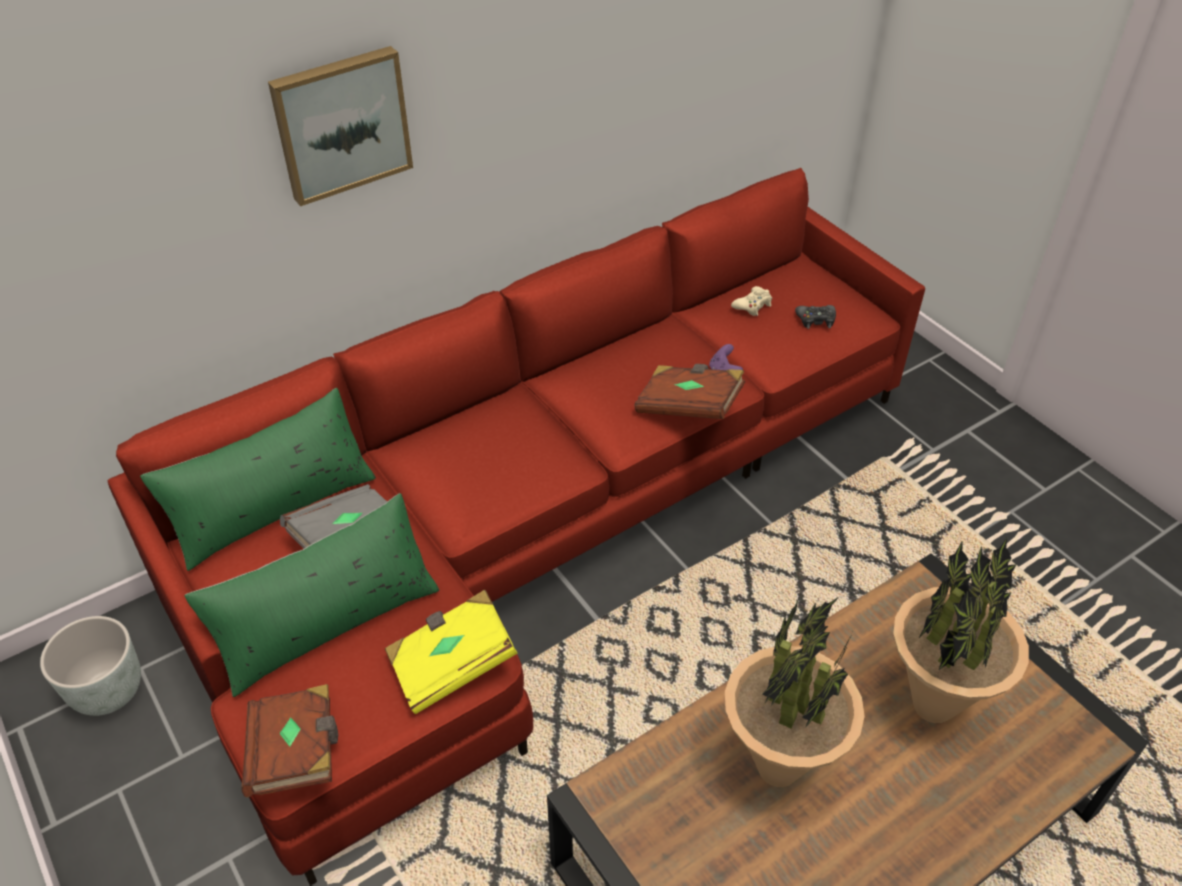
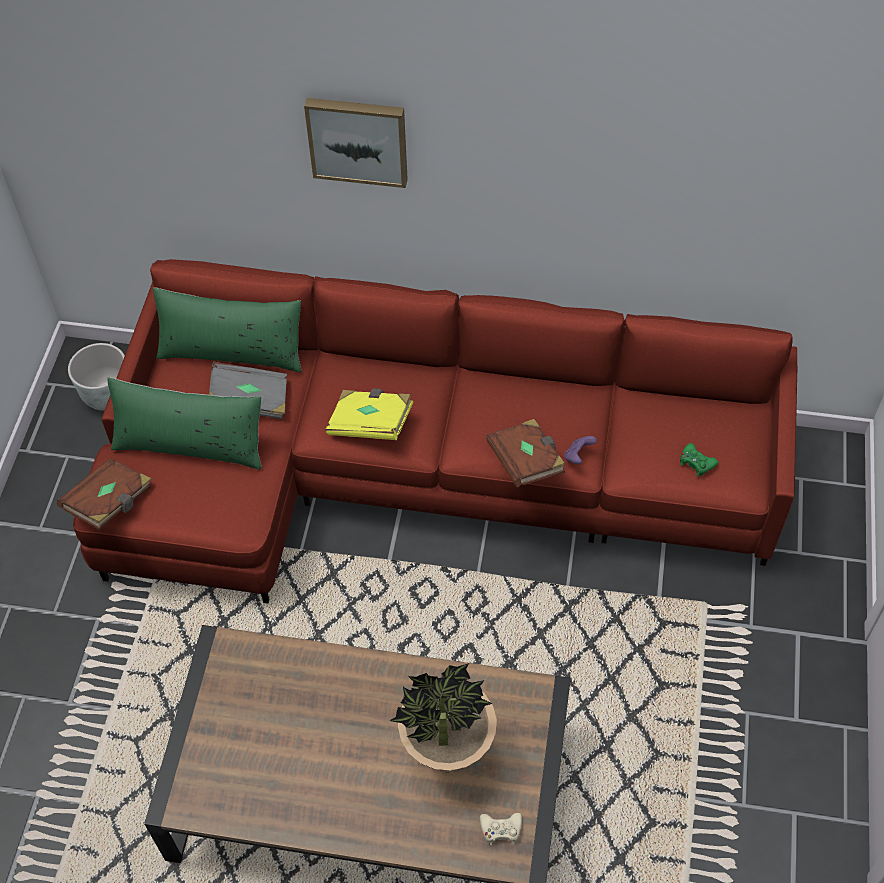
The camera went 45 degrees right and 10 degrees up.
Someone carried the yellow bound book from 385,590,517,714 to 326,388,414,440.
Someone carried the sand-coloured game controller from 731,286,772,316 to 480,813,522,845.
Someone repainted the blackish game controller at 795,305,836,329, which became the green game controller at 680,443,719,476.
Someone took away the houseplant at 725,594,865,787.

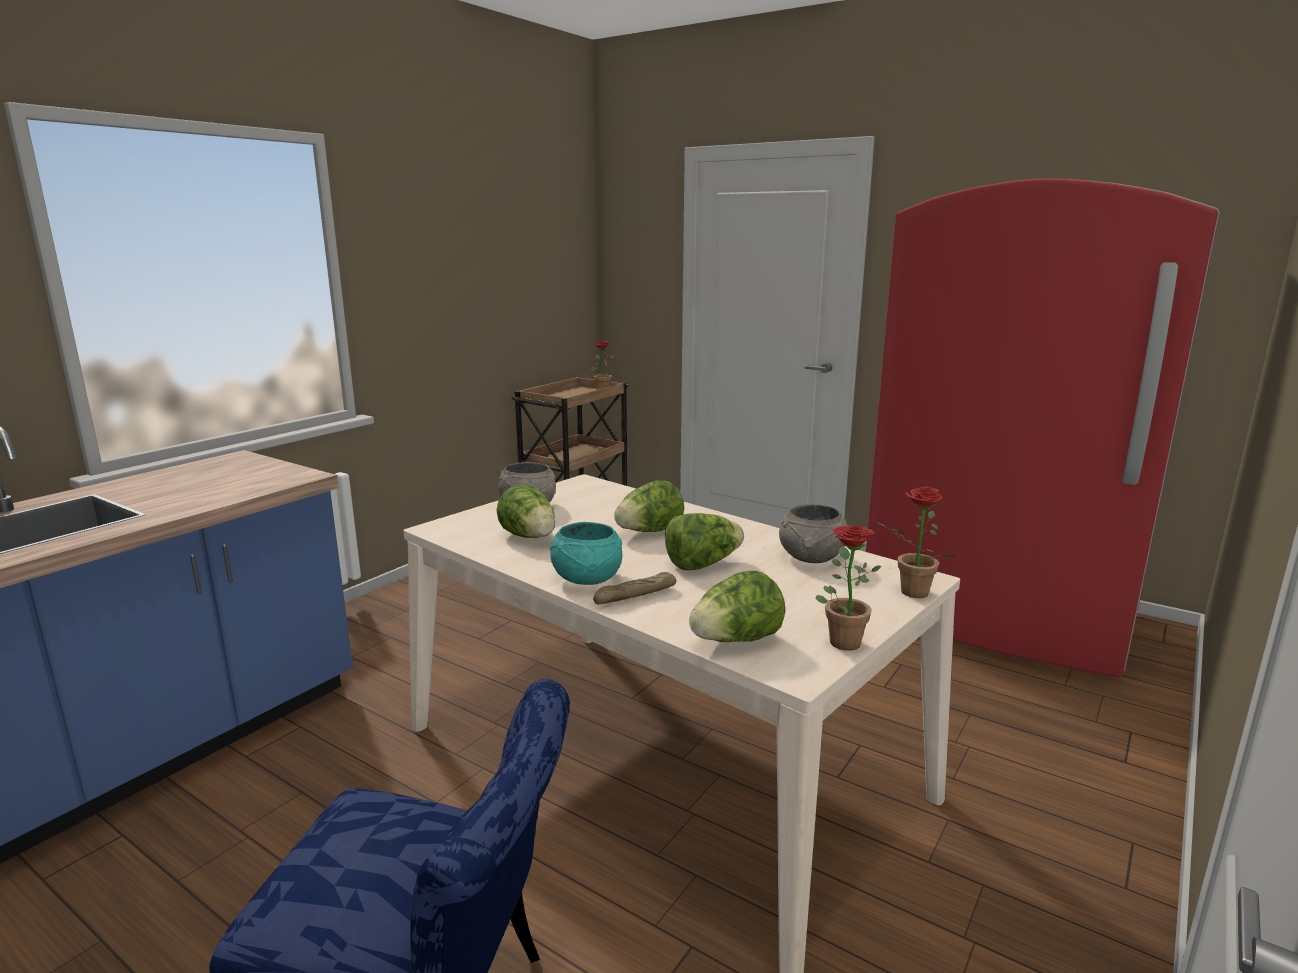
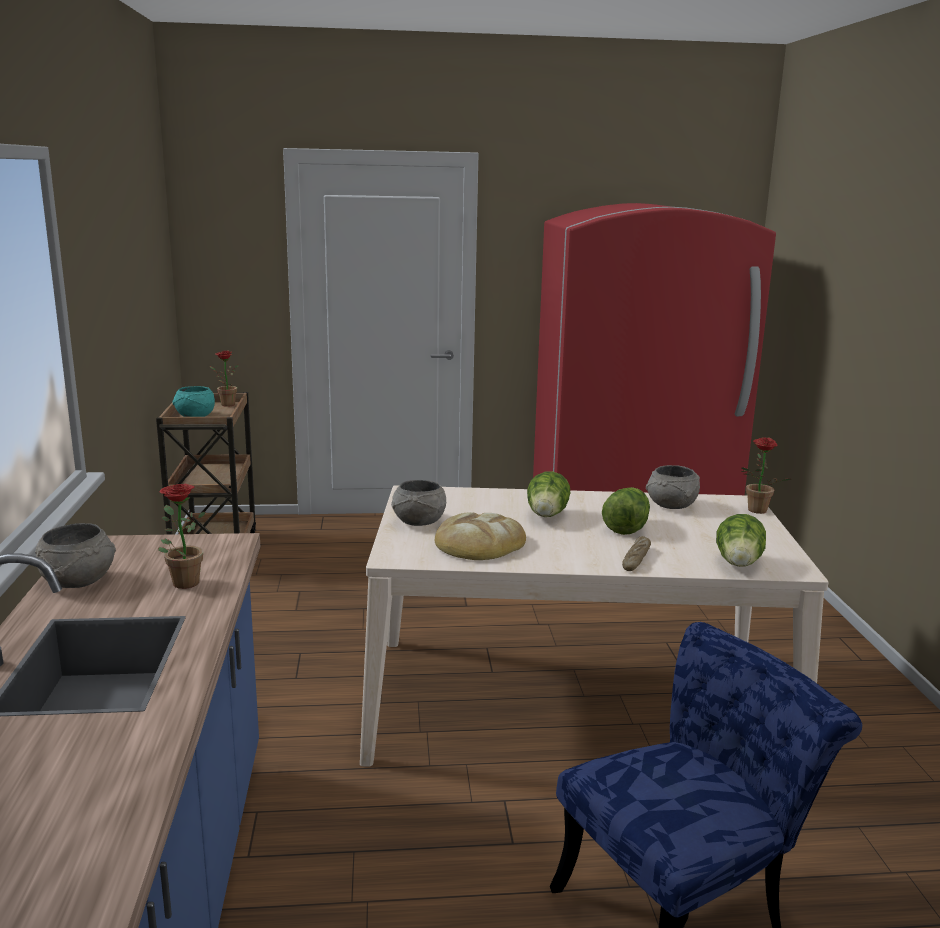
The camera went 40 degrees left and 0 degrees up.
Someone put down the grey serving bowl at 35,523,116,588.
Someone carried the houseplant from 816,526,882,651 to 158,484,206,589.
Someone carried the turquoise-coloured serving bowl from 550,522,622,585 to 173,386,215,417.
Someone swapped the lettuce at 496,484,555,538 for the bread at 435,512,526,560.

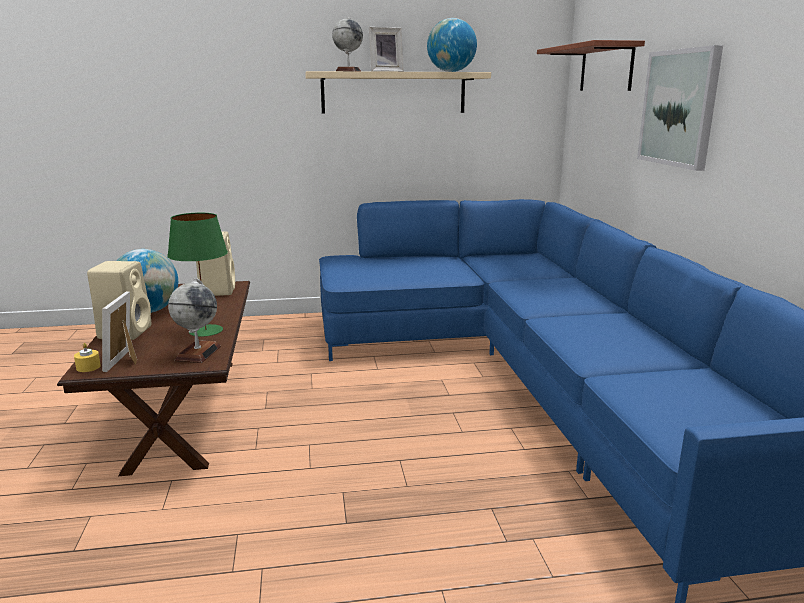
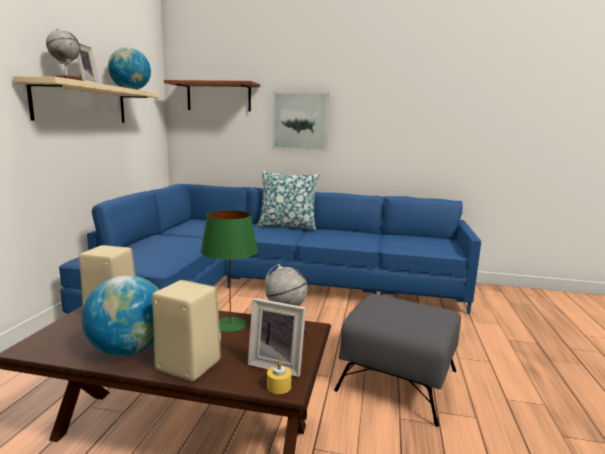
The camera went 70 degrees left and 5 degrees down.
Someone put down the throw pillow at 257,171,320,230.
Someone put down the grey footrest at 334,294,461,427.

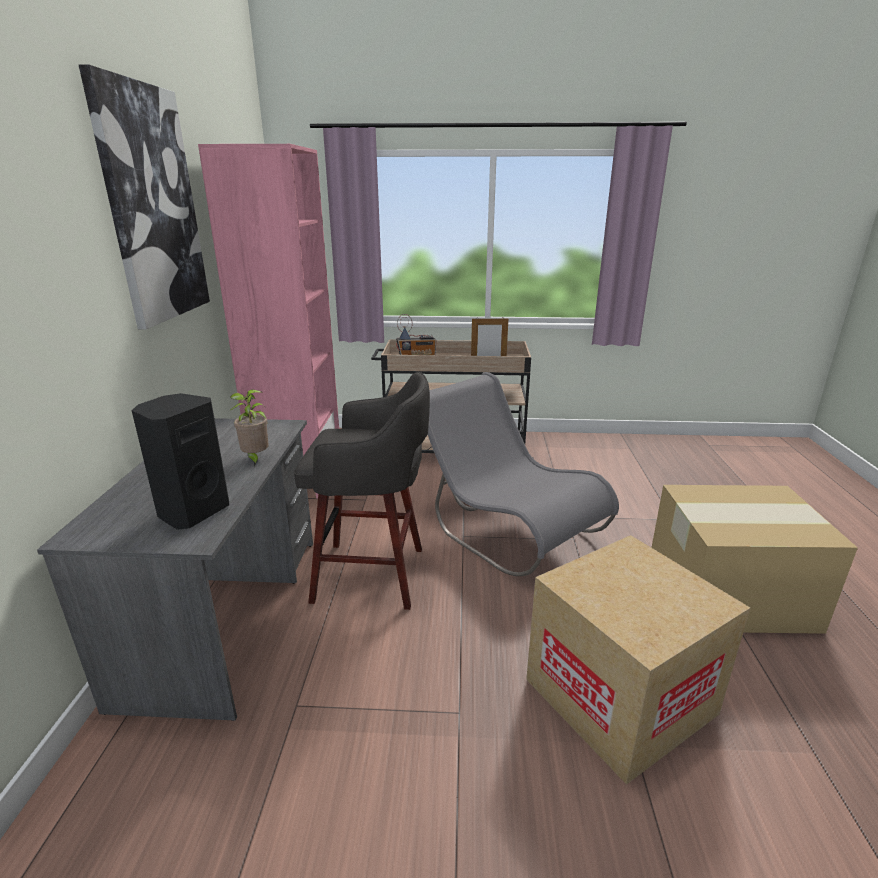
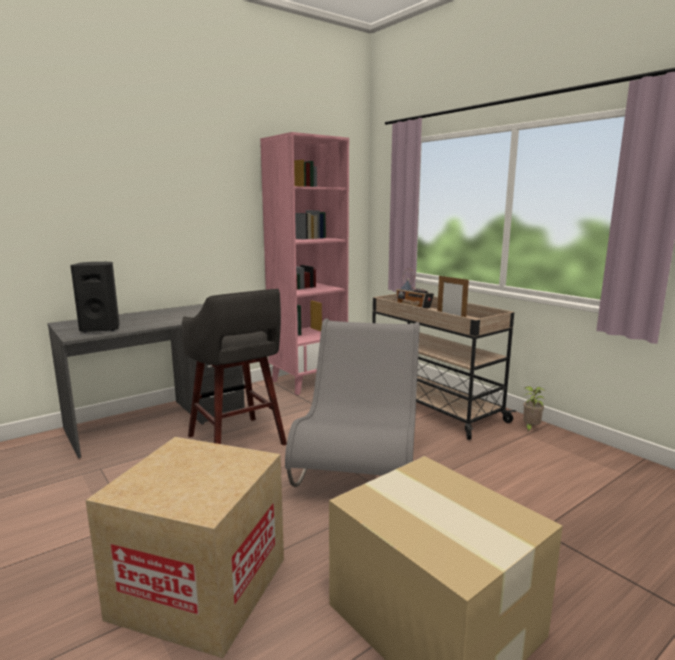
The camera went 50 degrees right and 10 degrees down.
Someone carried the houseplant from 230,389,269,466 to 523,386,546,432.
Someone took away the wall art at 79,64,210,329.

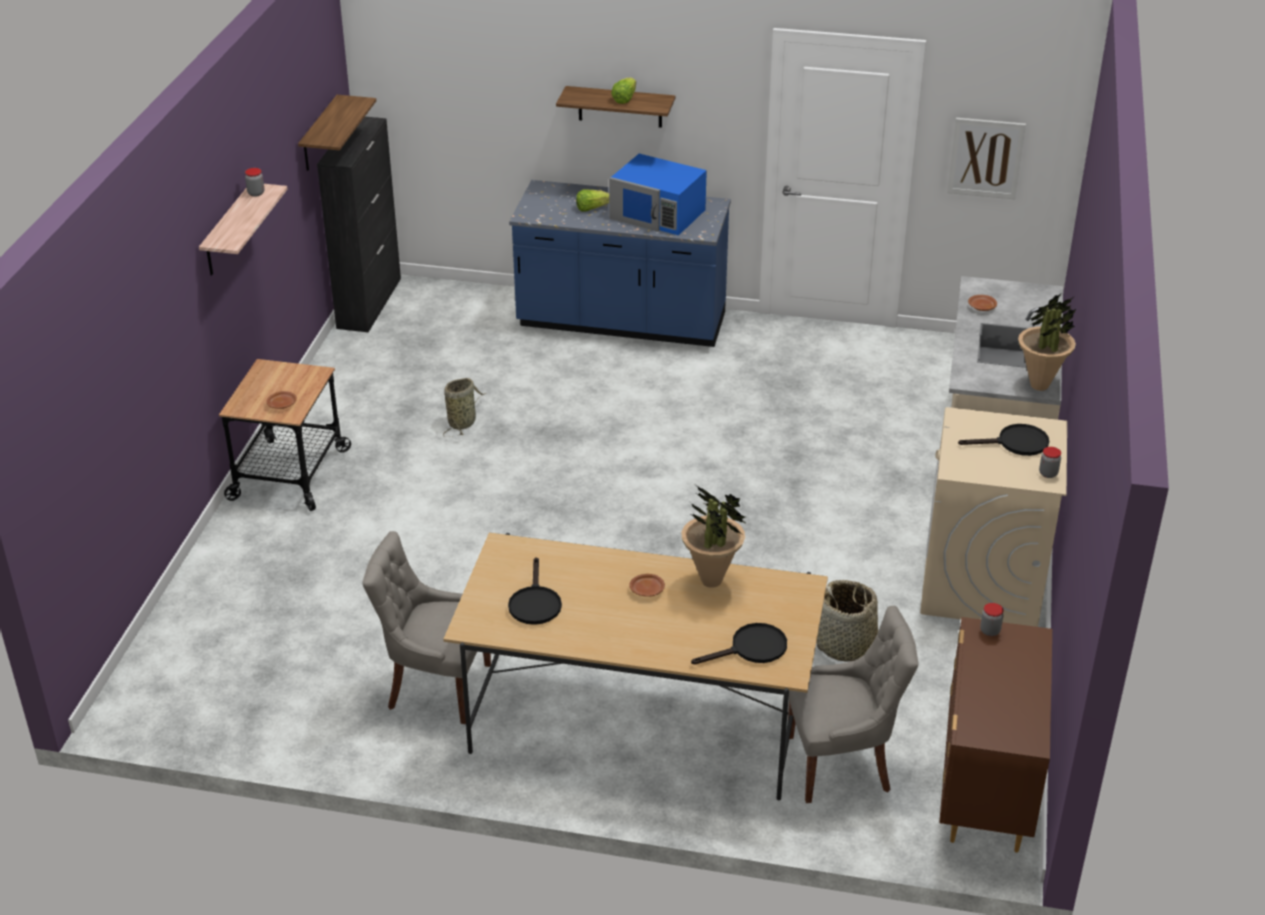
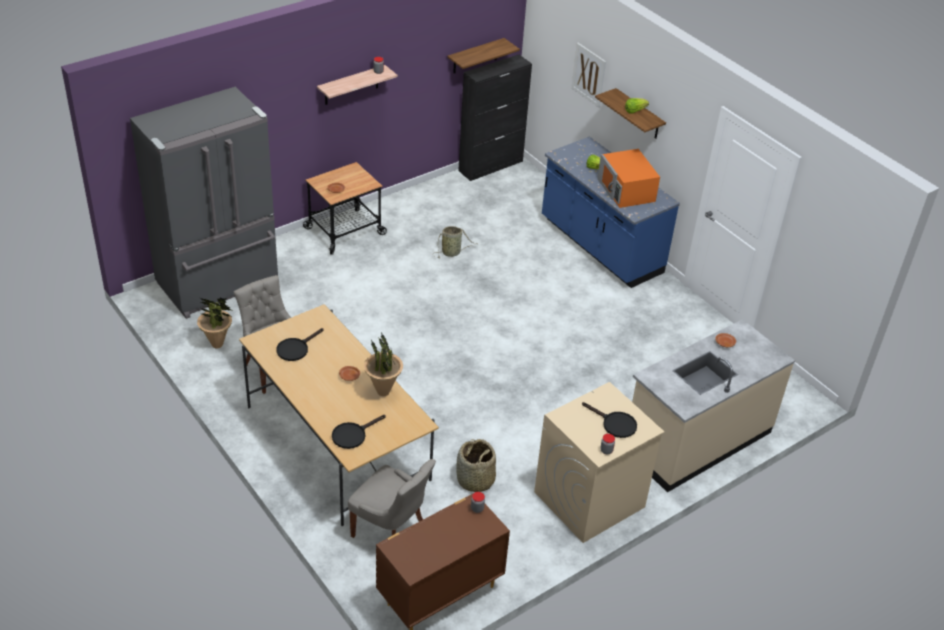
The camera went 40 degrees right and 5 degrees up.
Someone put down the grey kitchen fridge at 130,87,278,319.
Someone carried the houseplant from 1018,294,1077,391 to 197,298,234,348.
Someone rotated the blackish pan at 691,623,787,665 by 120 degrees clockwise.
Someone carried the wall art from 947,118,1026,199 to 571,43,606,107.
Someone repainted the bluish kitchen microwave at 609,154,707,235, which became the orangey kitchen microwave at 597,149,660,208.

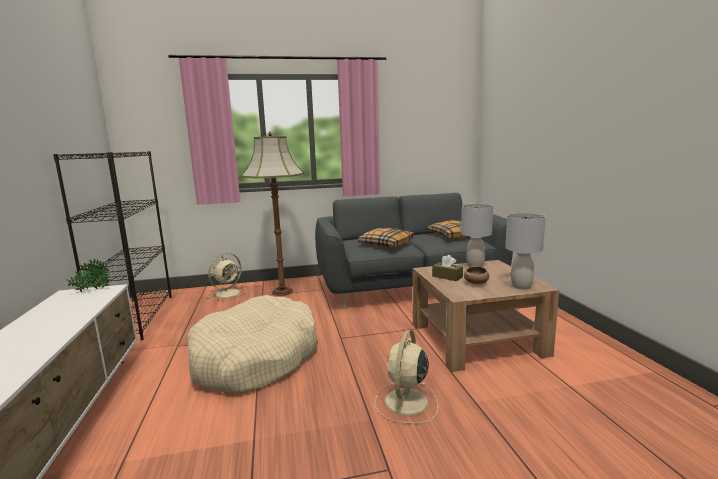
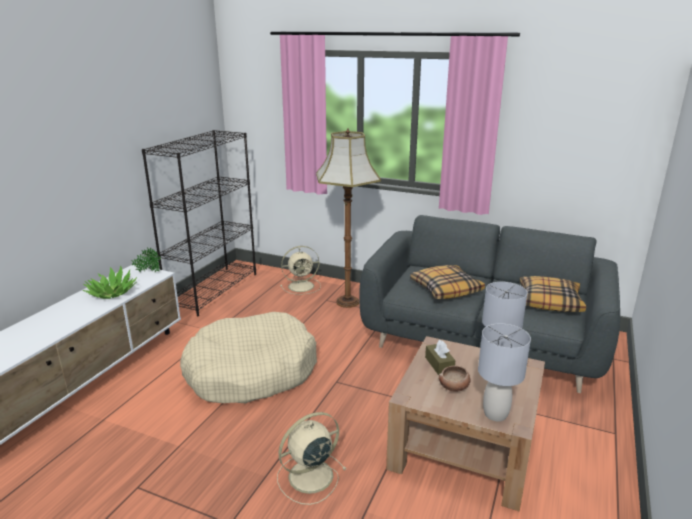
The camera went 35 degrees right and 10 degrees up.
Someone put down the houseplant at 83,266,137,299.

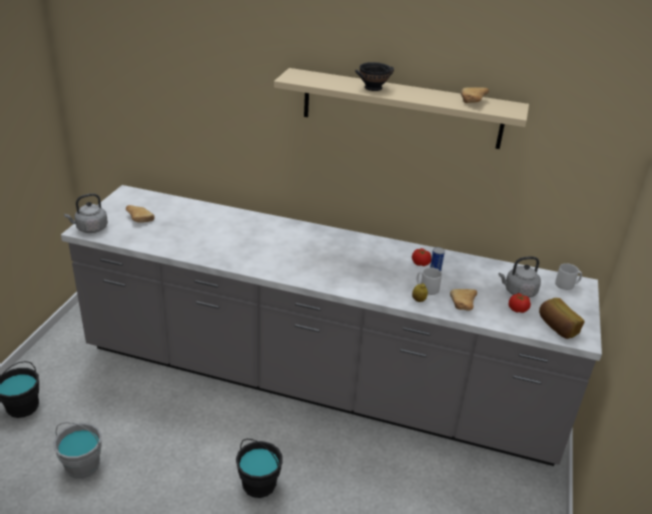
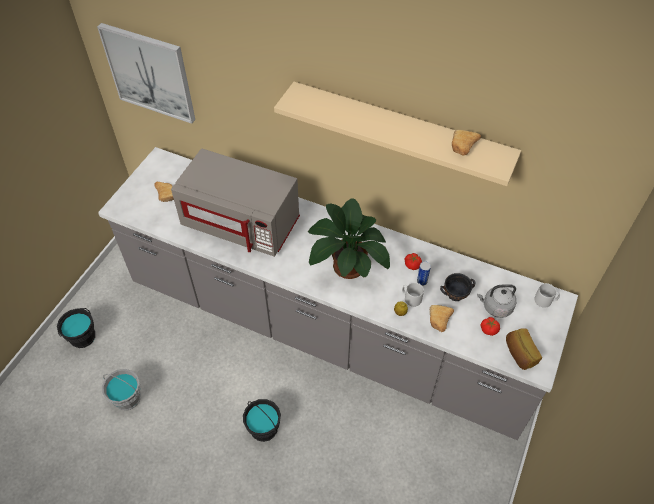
The camera went 10 degrees right and 20 degrees up.
Someone put up the wall art at 97,23,195,124.
Someone put down the grey kitchen microwave at 171,149,300,257.
Someone put down the houseplant at 308,198,390,279.
Someone carried the blackish serving bowl from 355,62,394,91 to 440,273,476,301.
Someone took away the grey kettle at 64,193,108,233.

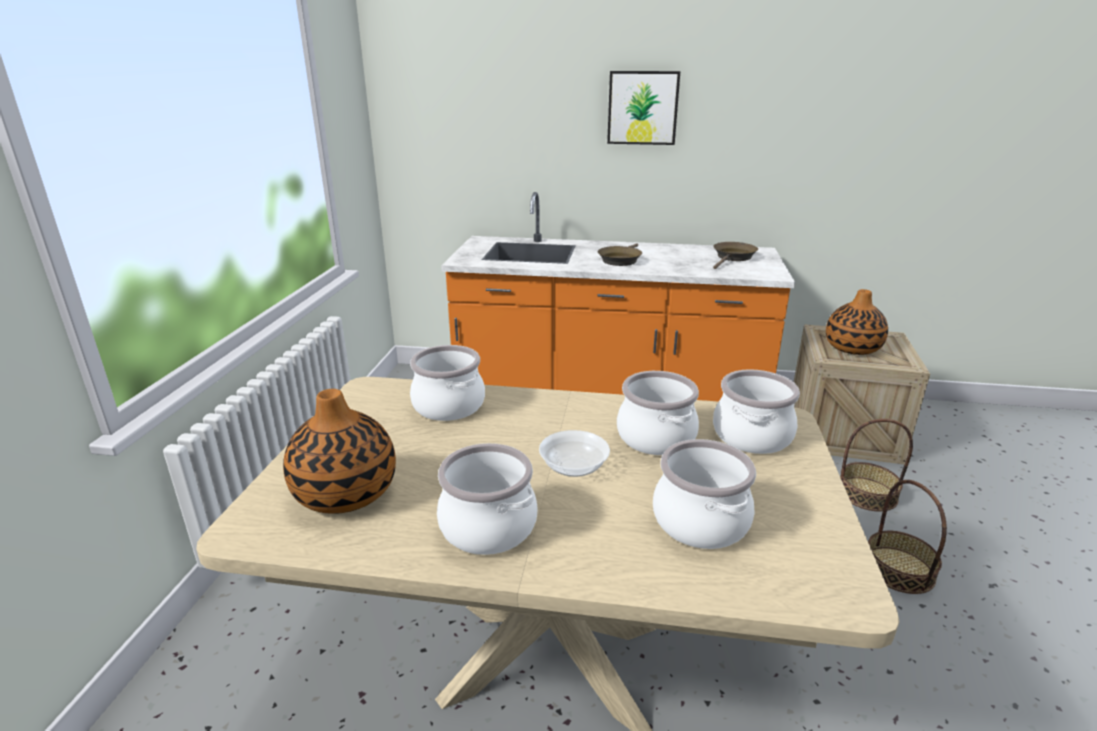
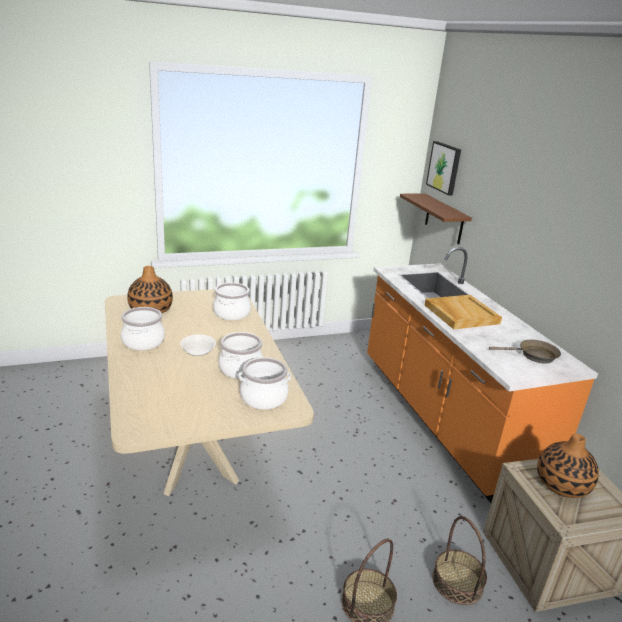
The camera went 60 degrees right and 0 degrees up.
Someone put up the brown-coloured shelf at 400,193,472,244.
Someone swapped the brown-coloured pan at 598,244,642,266 for the sand-coloured serving tray at 425,295,502,329.
Someone carried the wall art from 607,71,681,145 to 426,141,461,196.
Someone took away the stockpot at 653,439,756,549.

